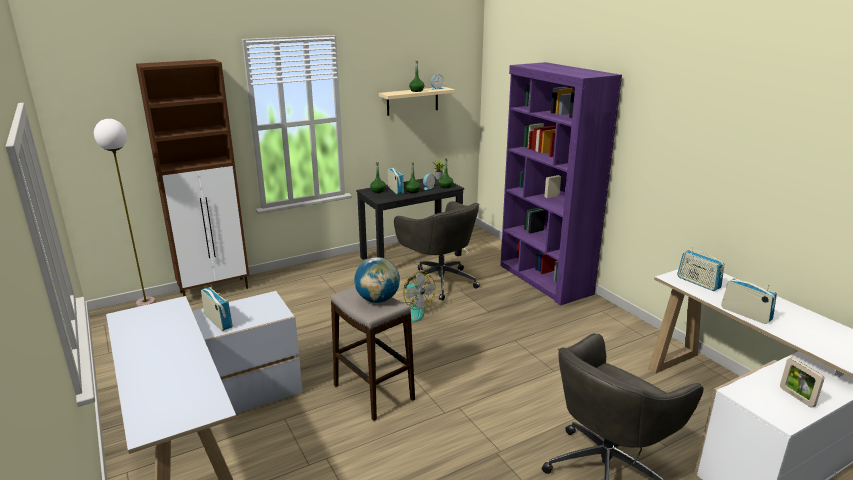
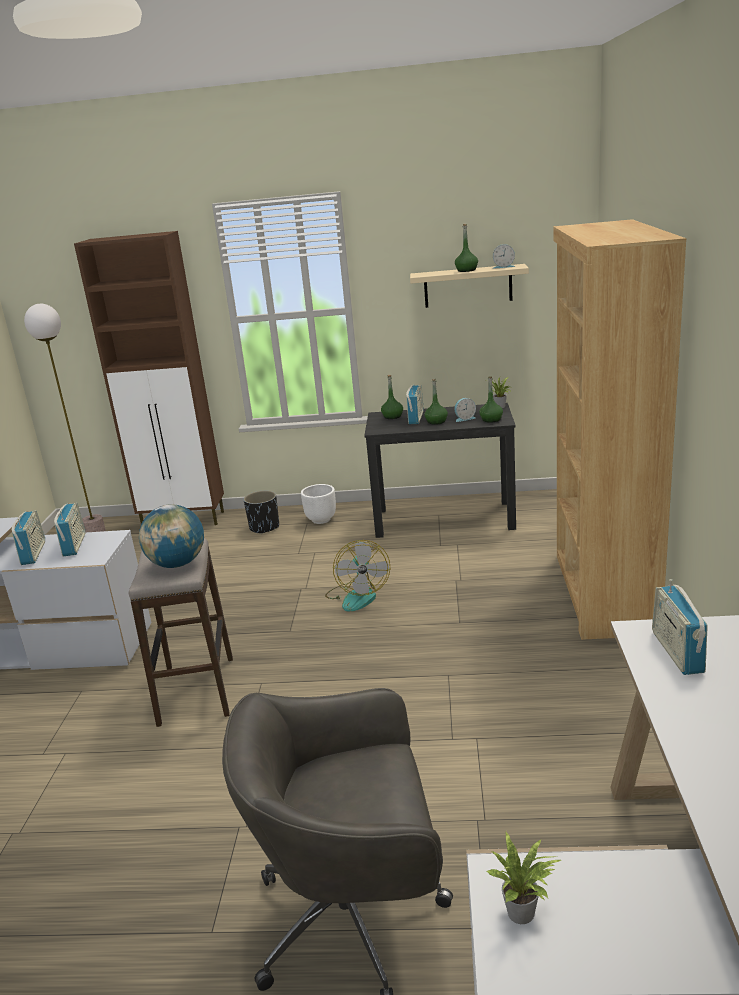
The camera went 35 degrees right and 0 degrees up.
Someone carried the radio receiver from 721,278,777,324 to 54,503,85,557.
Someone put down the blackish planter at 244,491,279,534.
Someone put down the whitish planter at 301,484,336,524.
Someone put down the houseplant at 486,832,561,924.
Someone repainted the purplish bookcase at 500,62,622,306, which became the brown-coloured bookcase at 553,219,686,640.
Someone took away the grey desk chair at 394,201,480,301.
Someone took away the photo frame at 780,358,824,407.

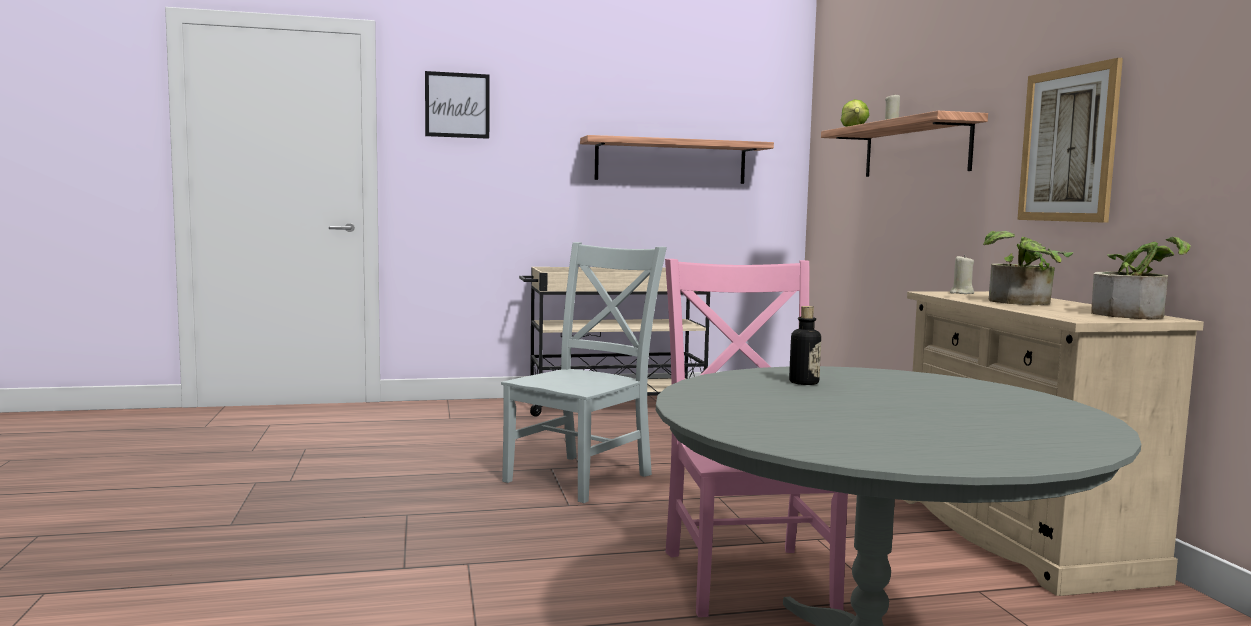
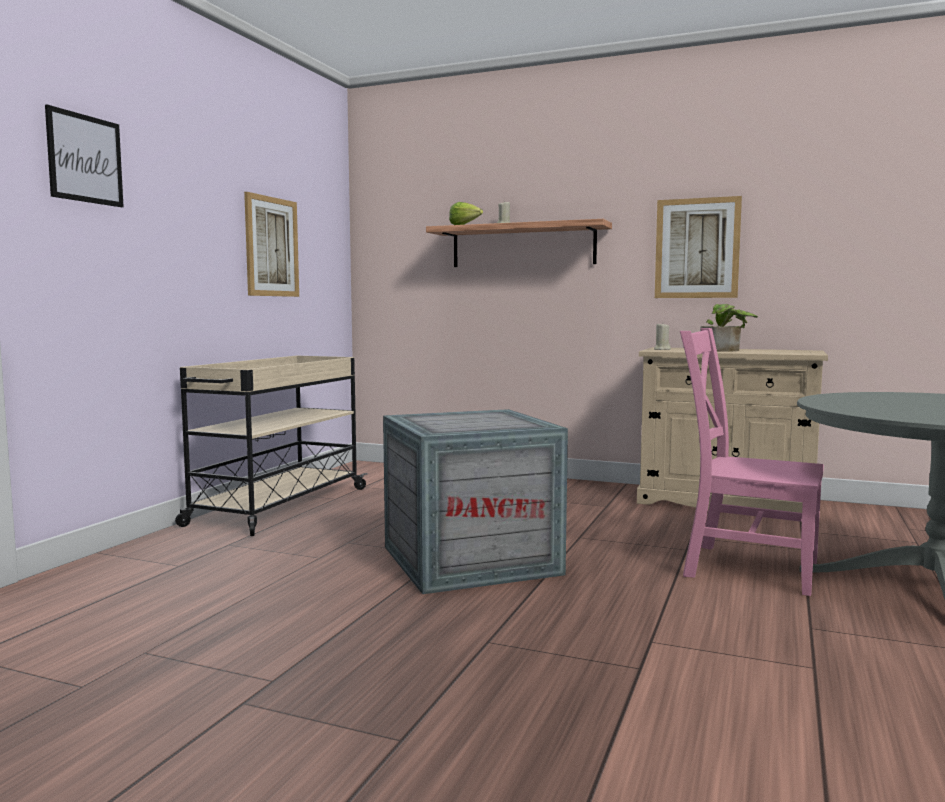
The camera went 55 degrees left and 0 degrees up.
Someone swapped the shelf at 580,135,774,184 for the wall art at 244,192,299,297.
Someone swapped the grey plain chair at 501,242,667,503 for the shipping crate at 383,409,568,594.
Someone took away the drink bottle at 789,306,821,385.
Someone took away the houseplant at 1091,237,1191,319.

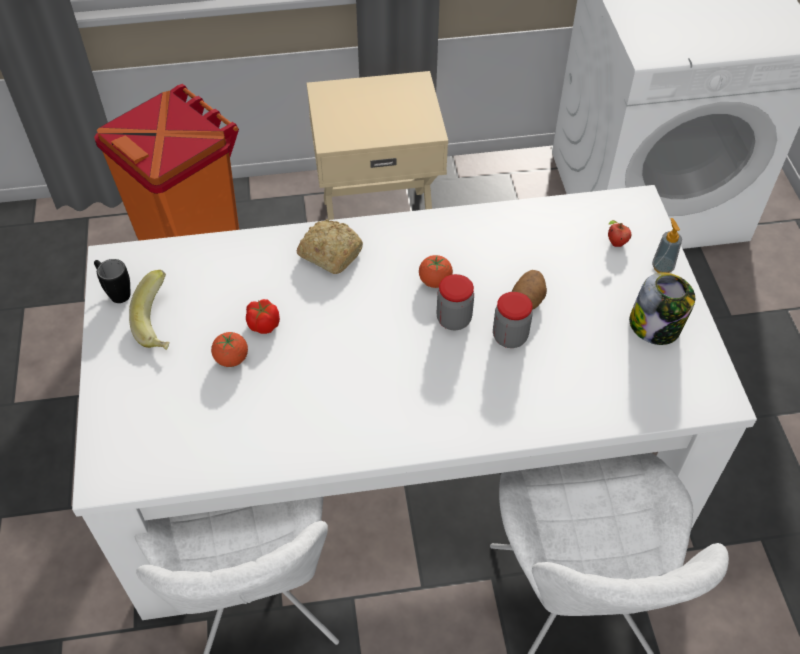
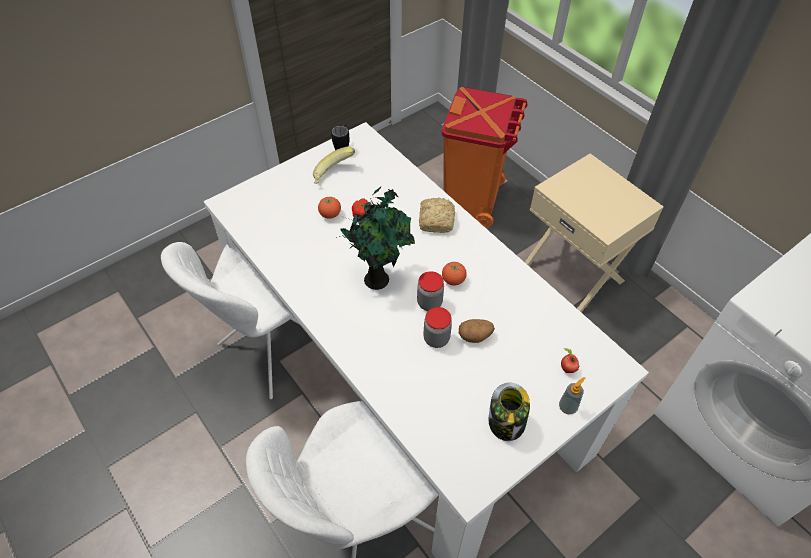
The camera went 60 degrees right and 0 degrees up.
Someone put down the houseplant at 336,186,415,290.

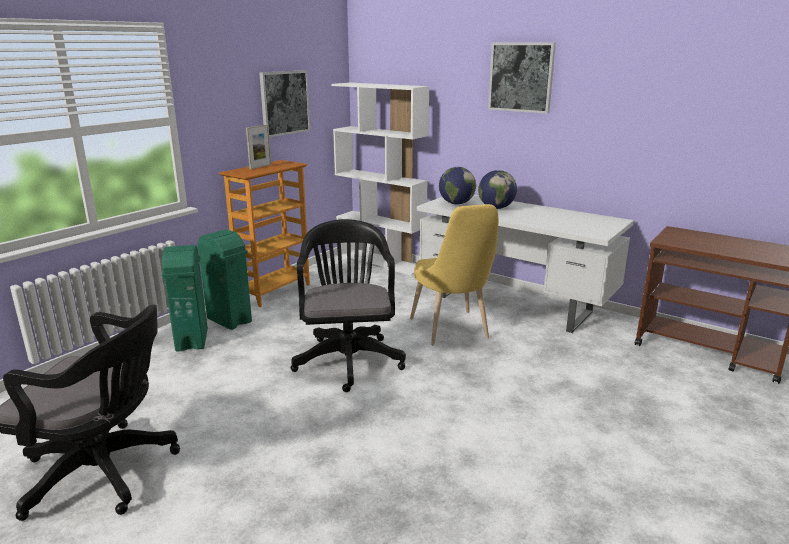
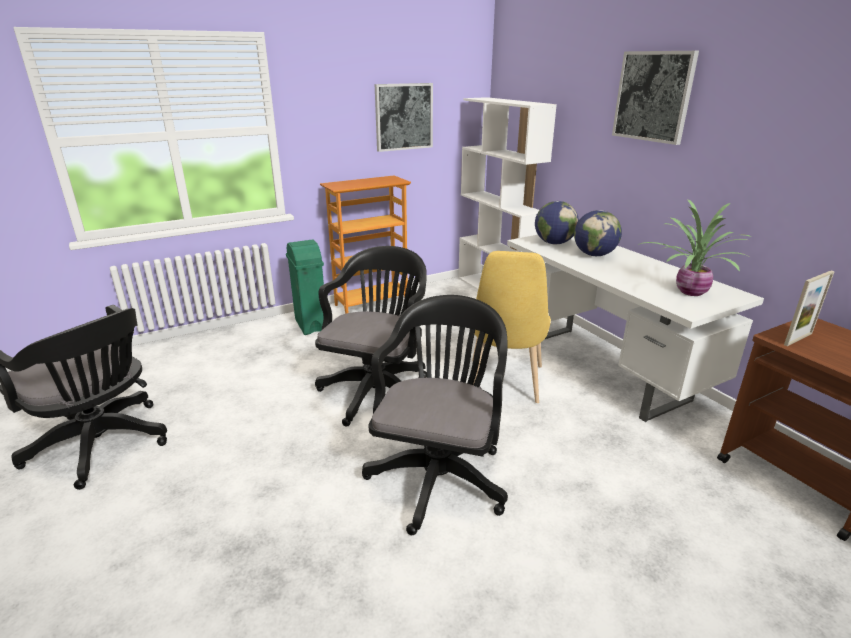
The camera went 25 degrees right and 5 degrees up.
Someone put down the blackish desk chair at 362,295,508,535.
Someone put down the houseplant at 638,199,751,296.
Someone carried the photo frame from 246,124,272,169 to 784,270,835,346.
Someone took away the green trash can at 162,245,208,352.

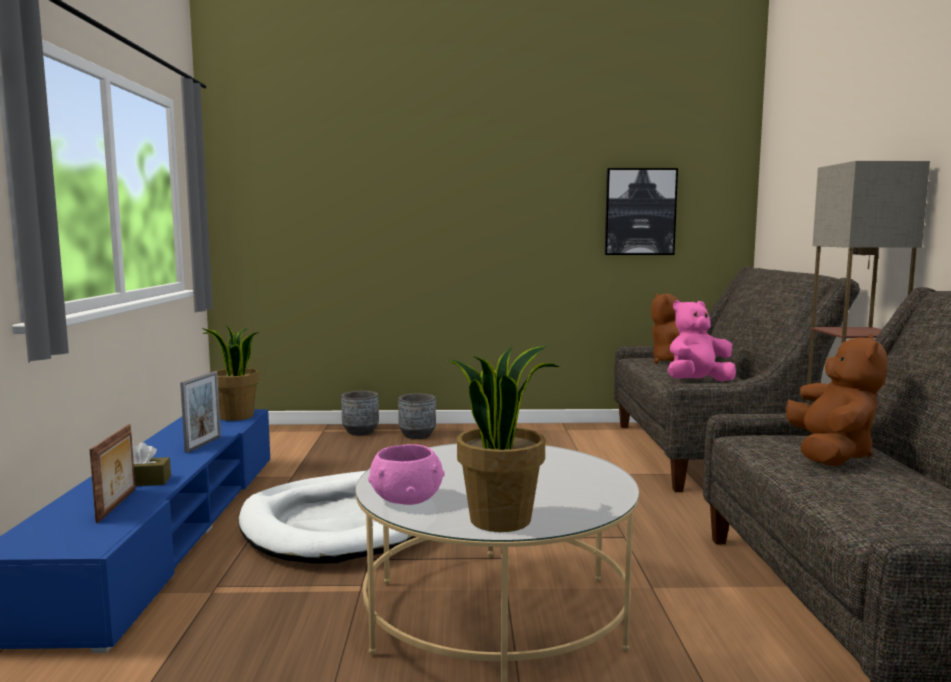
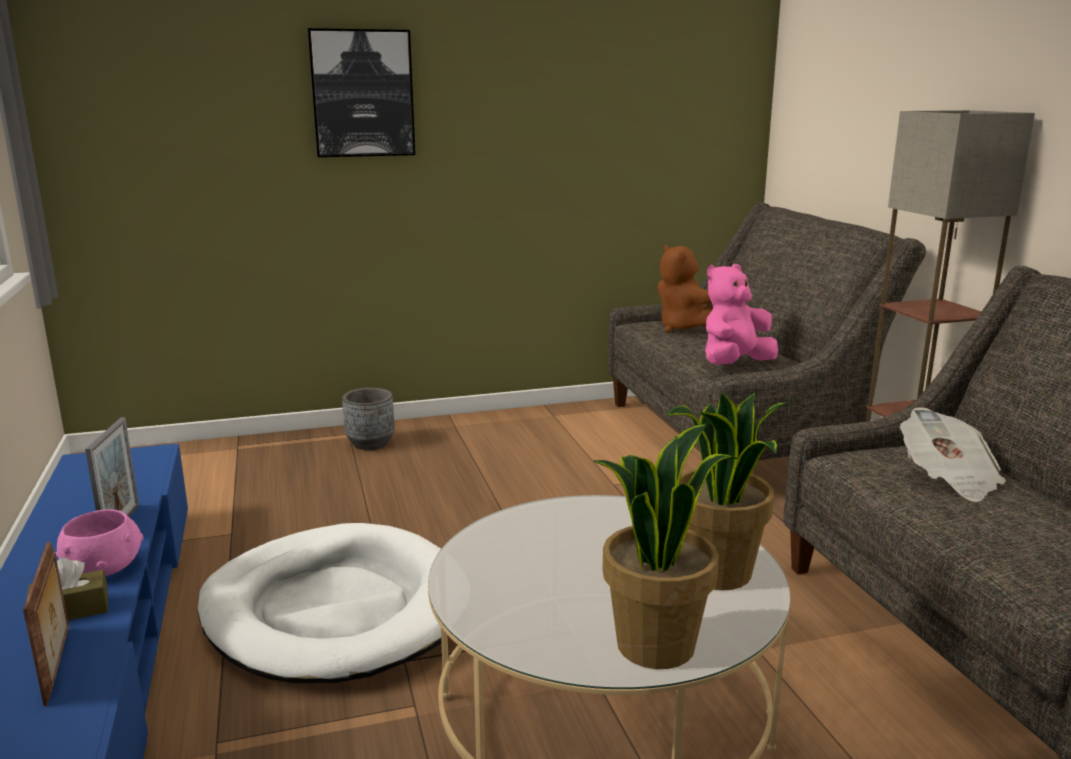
The camera went 15 degrees left and 10 degrees up.
Someone carried the pinkish serving bowl from 368,444,445,505 to 56,509,143,576.
Someone carried the wall art from 605,168,678,255 to 307,28,415,157.
Someone carried the houseplant from 202,325,260,421 to 666,392,789,590.
Someone swapped the brown-coloured plush toy at 786,334,887,466 for the daily paper at 900,407,1006,502.
Someone took away the grey planter at 341,391,379,435.

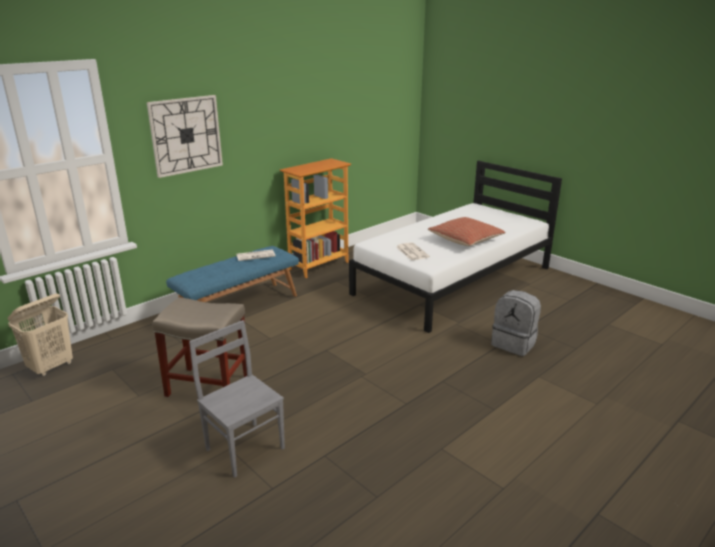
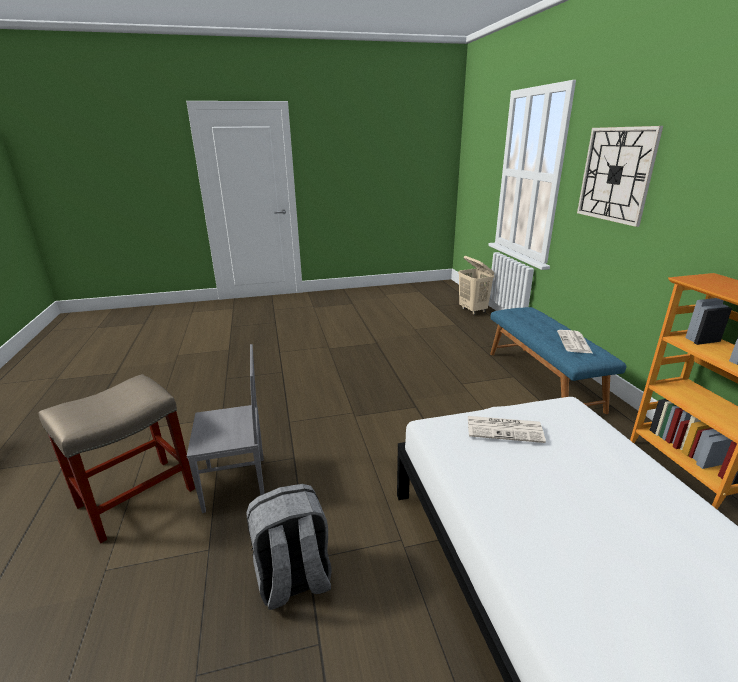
The camera went 120 degrees right and 0 degrees up.
Someone carried the sand-coloured stool from 153,297,247,397 to 39,374,195,543.
Someone carried the grey plain chair from 189,320,285,478 to 187,344,265,513.
Someone took away the throw pillow at 428,217,506,246.

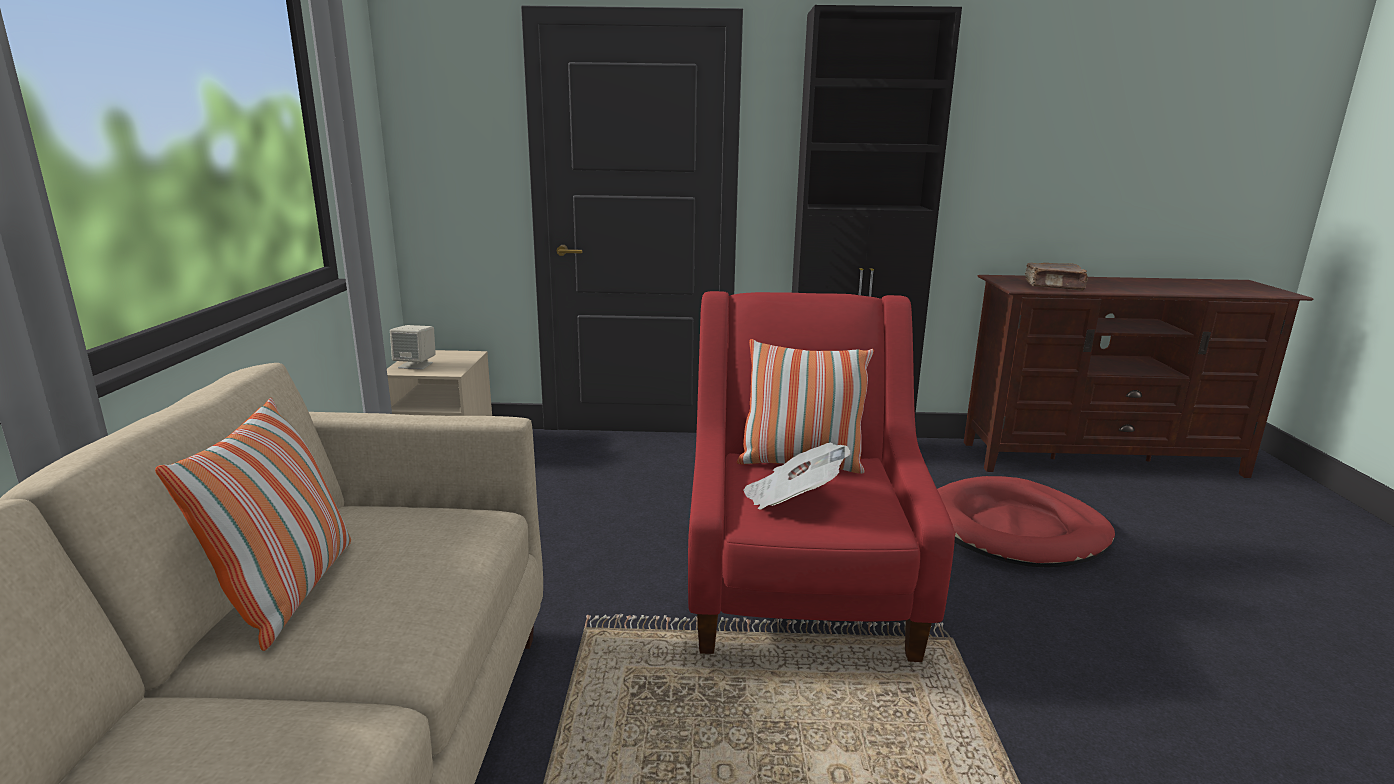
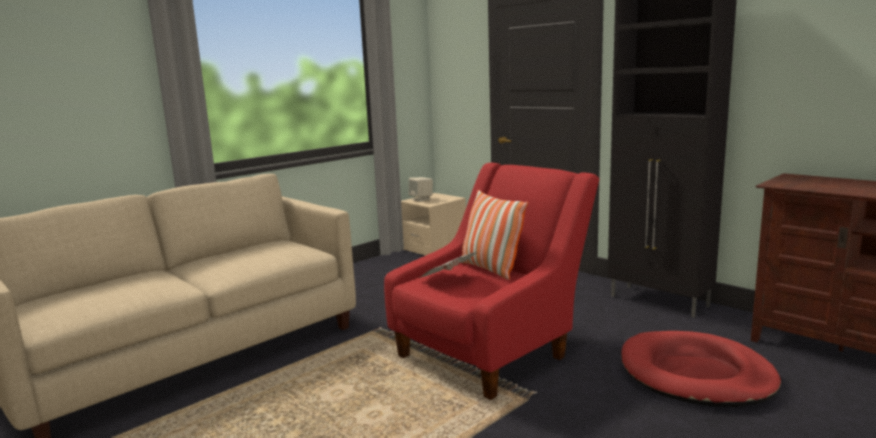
The camera went 45 degrees right and 5 degrees down.
Someone took away the throw pillow at 155,398,351,651.
Someone took away the brown-coloured bound book at 1025,263,1088,291.

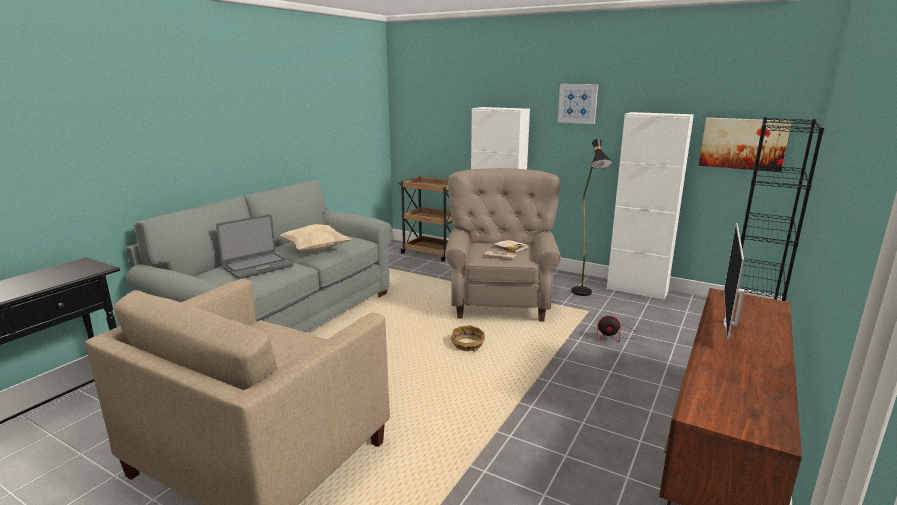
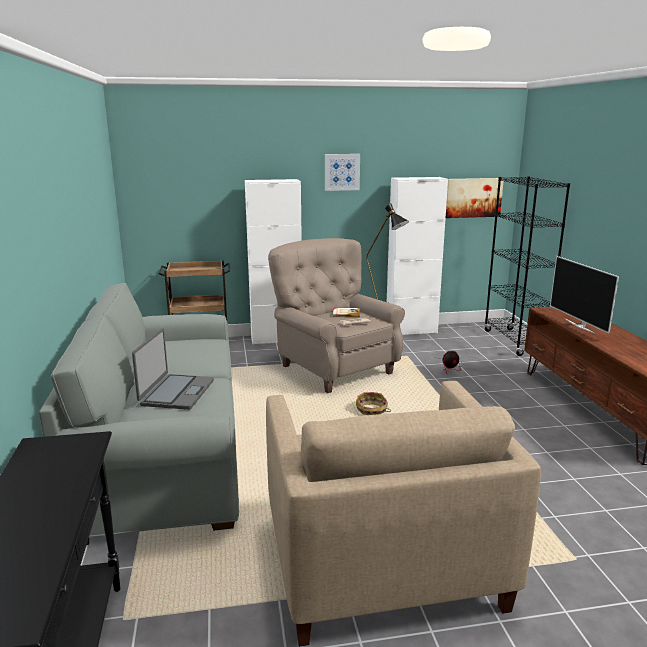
The camera went 40 degrees left and 0 degrees up.
Someone took away the sand-coloured throw pillow at 279,224,351,251.

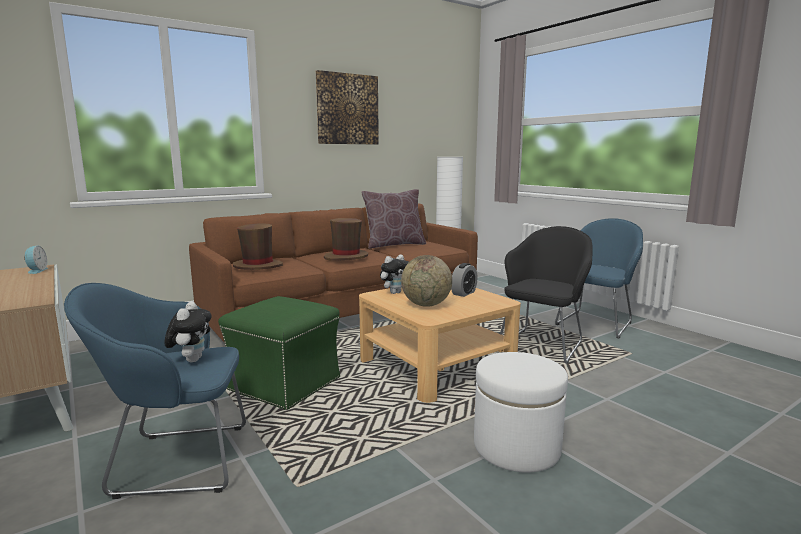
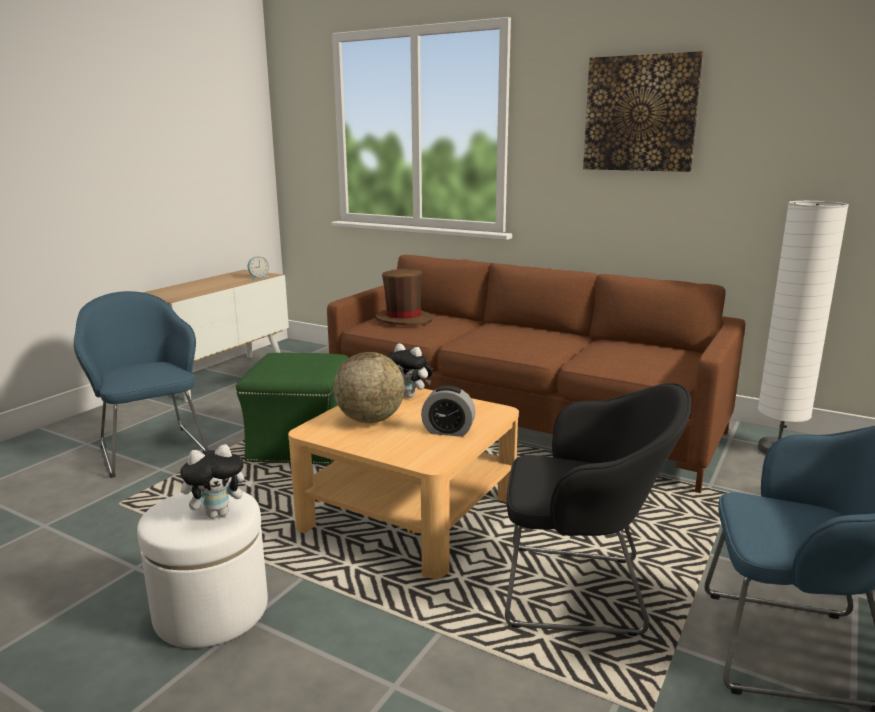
The camera went 65 degrees right and 5 degrees up.
Someone carried the plush toy from 164,302,211,363 to 180,444,253,519.
Someone took away the brown-coloured wearable hat at 324,218,368,261.
Someone took away the brown-coloured throw pillow at 361,189,426,248.

